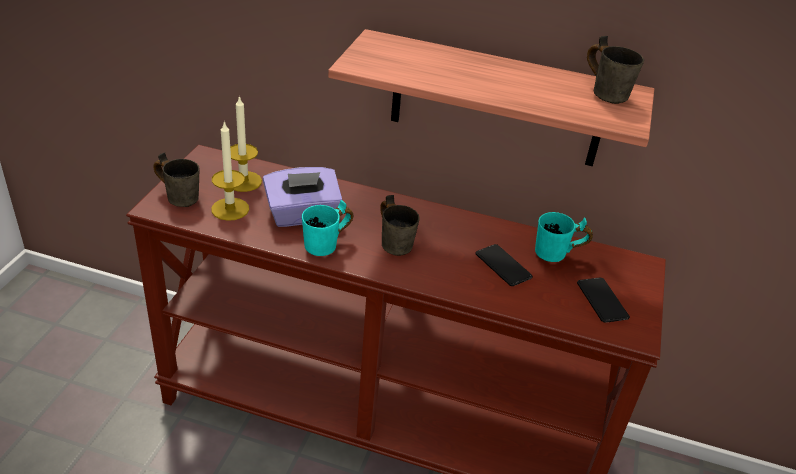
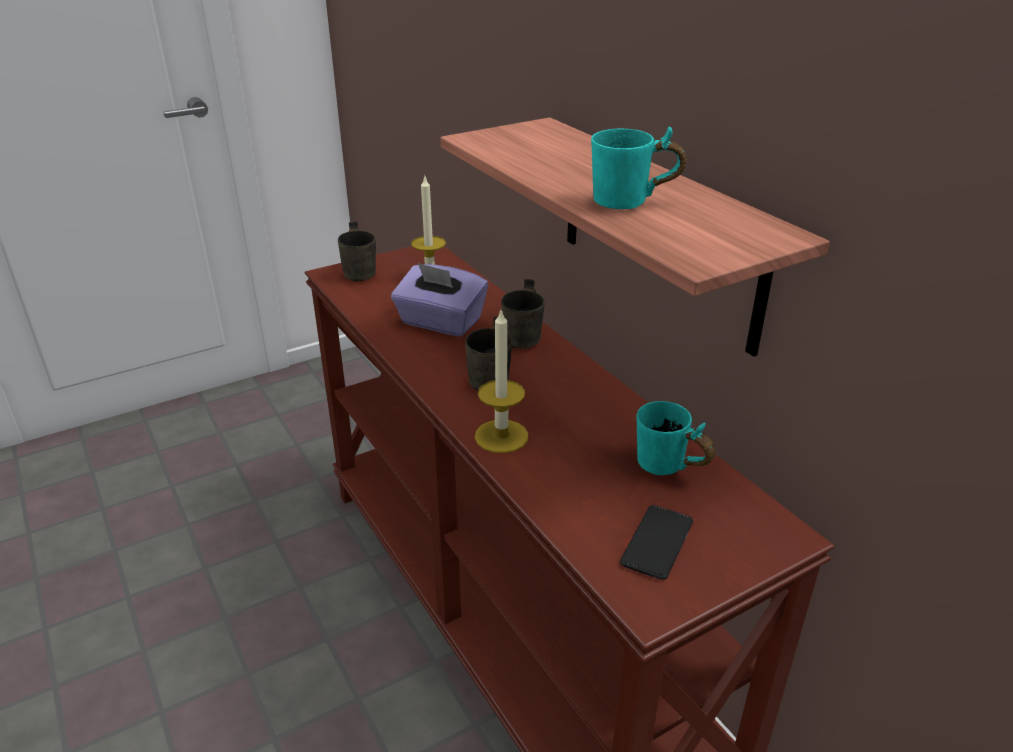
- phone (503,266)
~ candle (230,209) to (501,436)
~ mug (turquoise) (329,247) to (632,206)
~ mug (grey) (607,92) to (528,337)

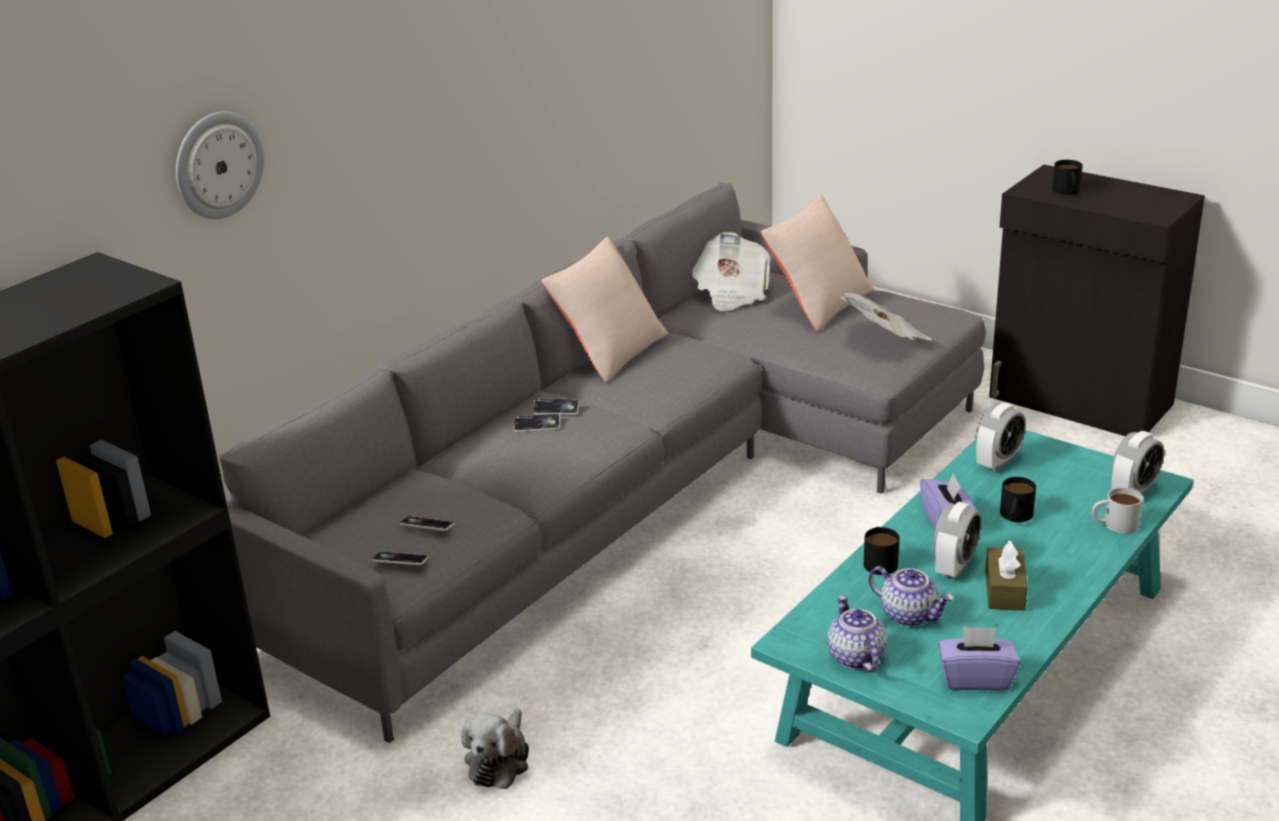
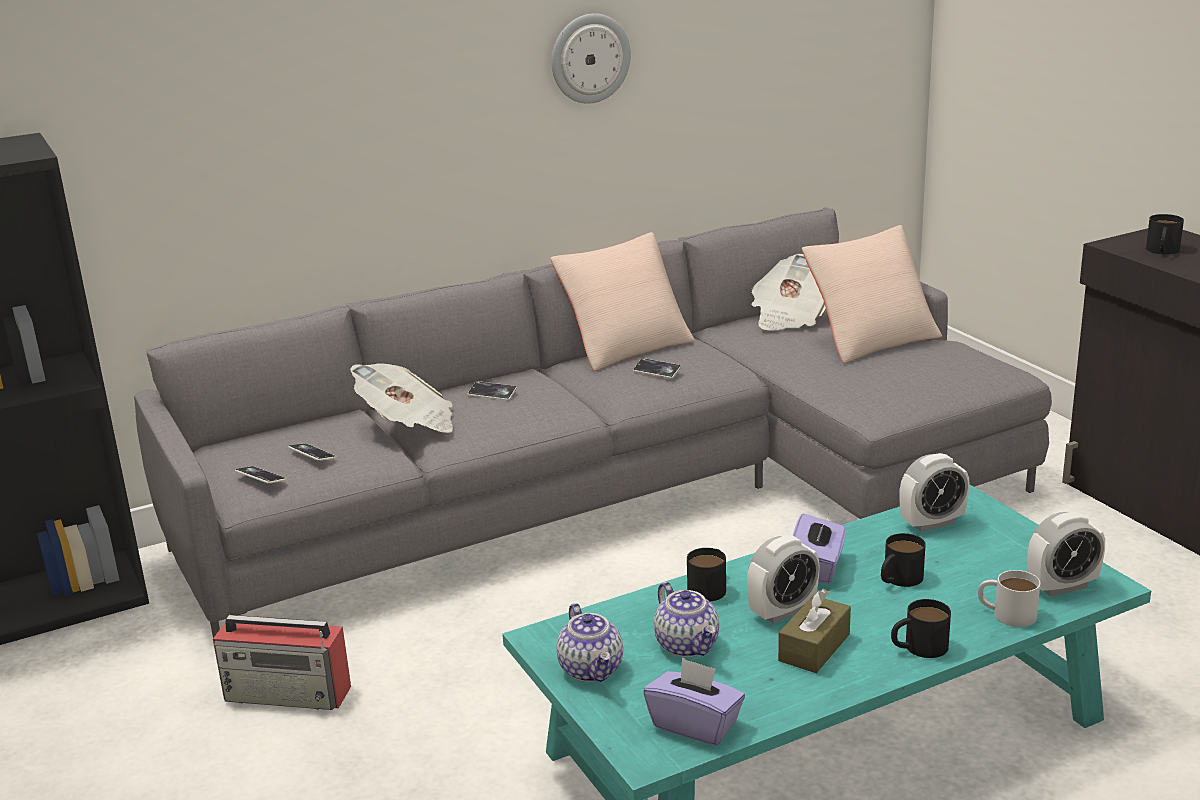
+ mug (black) (918,647)
~ wall clock (218,164) to (590,58)
~ phone (556,409) to (656,371)
~ newspaper (885,339) to (408,423)
~ plush toy (499,760) to radio (289,693)
~ teapot (855,657) = (592,669) 150 degrees clockwise

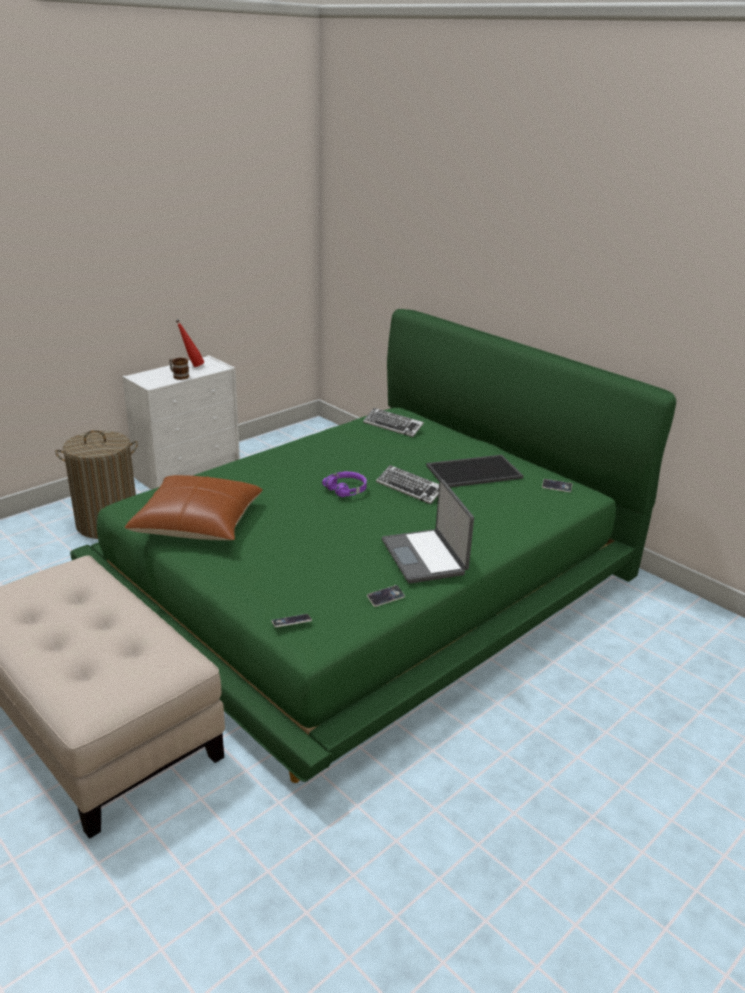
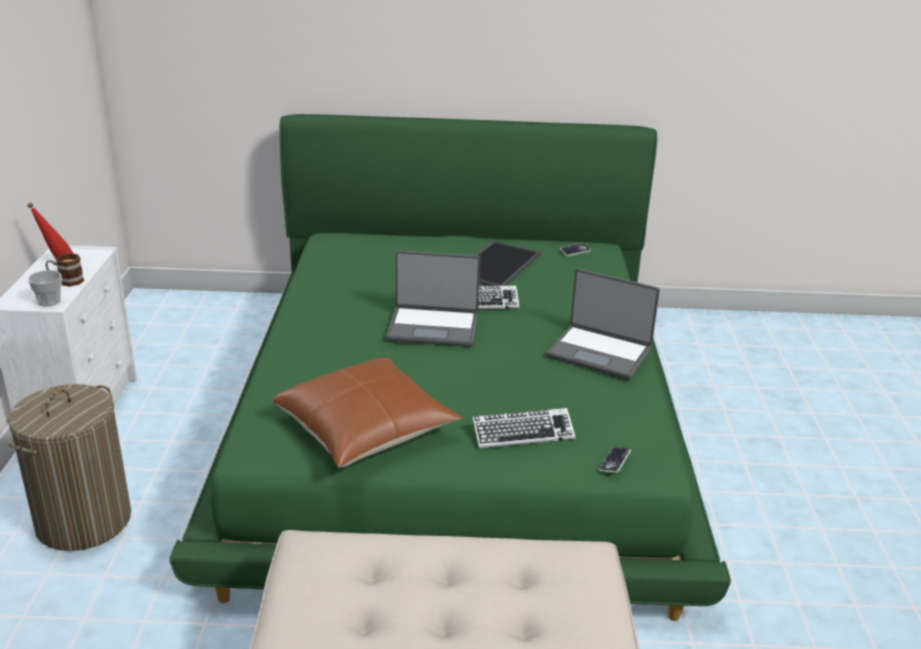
- phone (385,598)
+ cup (49,301)
~ keyboard (393,426) to (523,433)
~ headphones (purple) (346,489) to laptop (433,327)

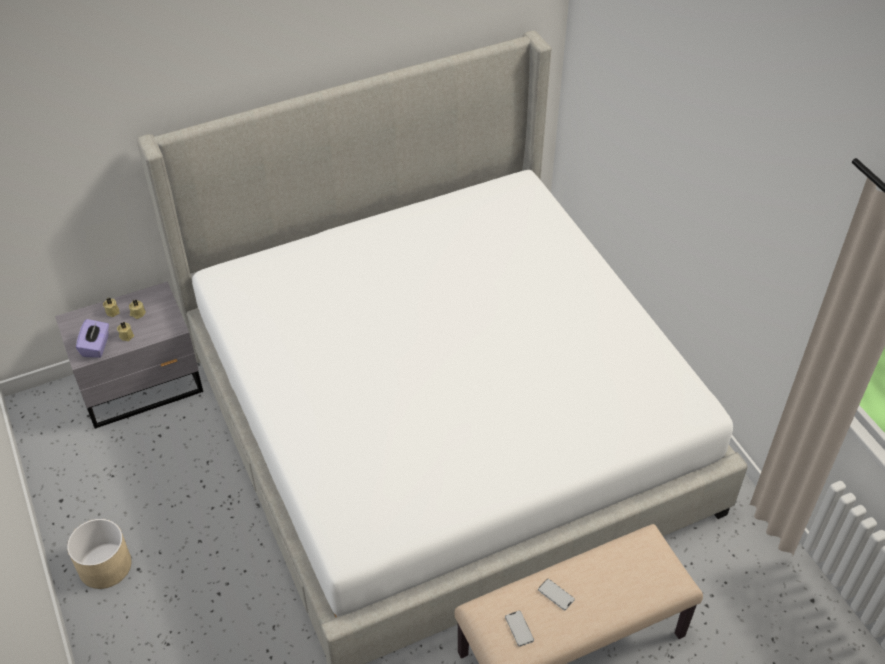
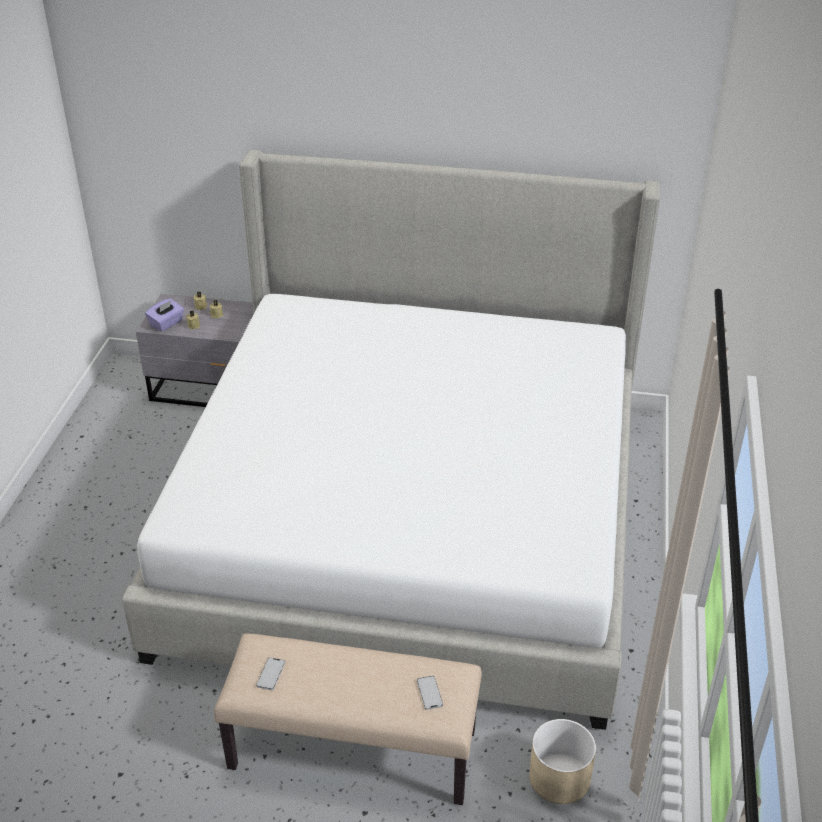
~ planter (beige) (105,566) to (560,778)
~ phone (556,595) to (429,693)

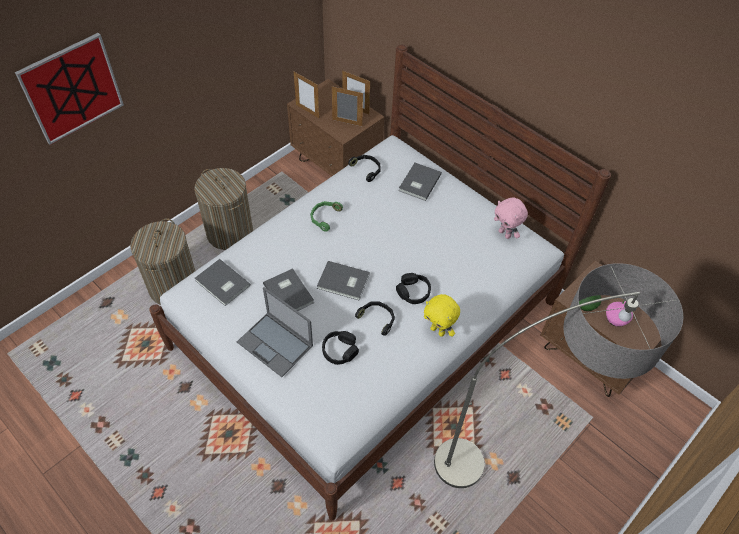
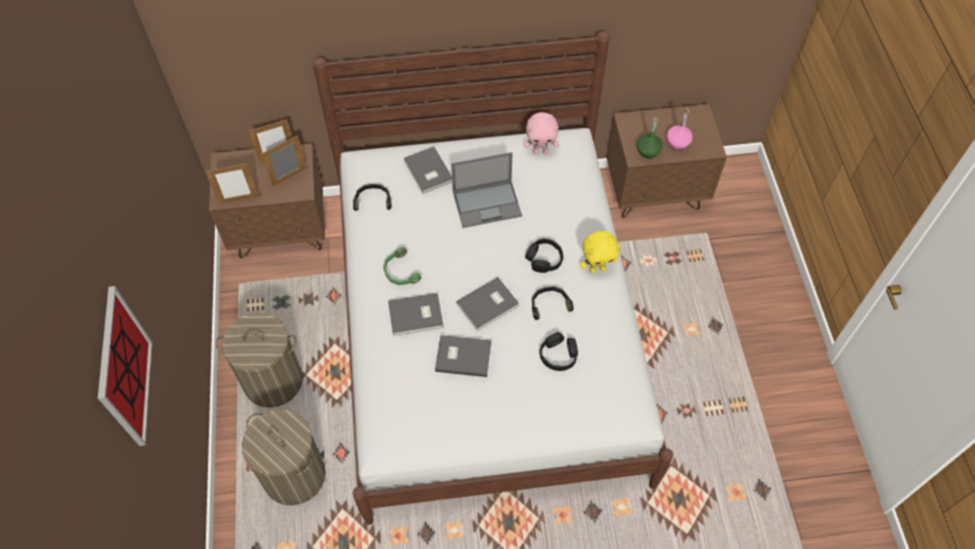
- floor lamp (516,454)
~ book (grey) (222,284) to (416,316)
~ laptop (276,344) to (488,203)

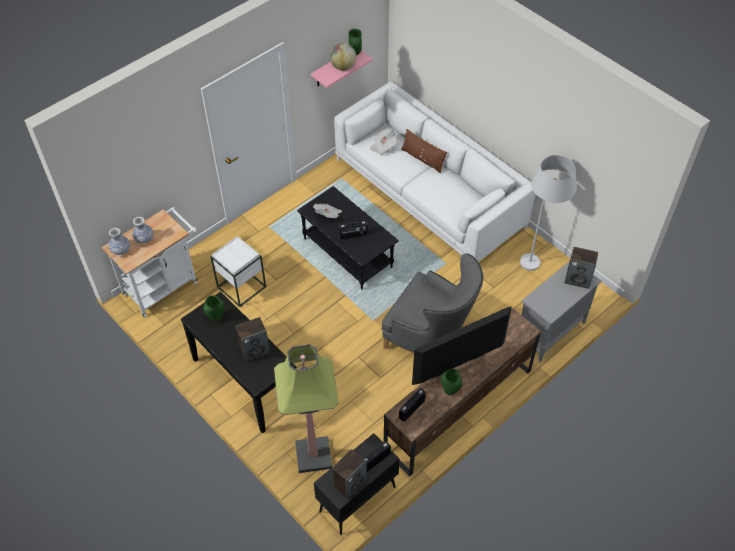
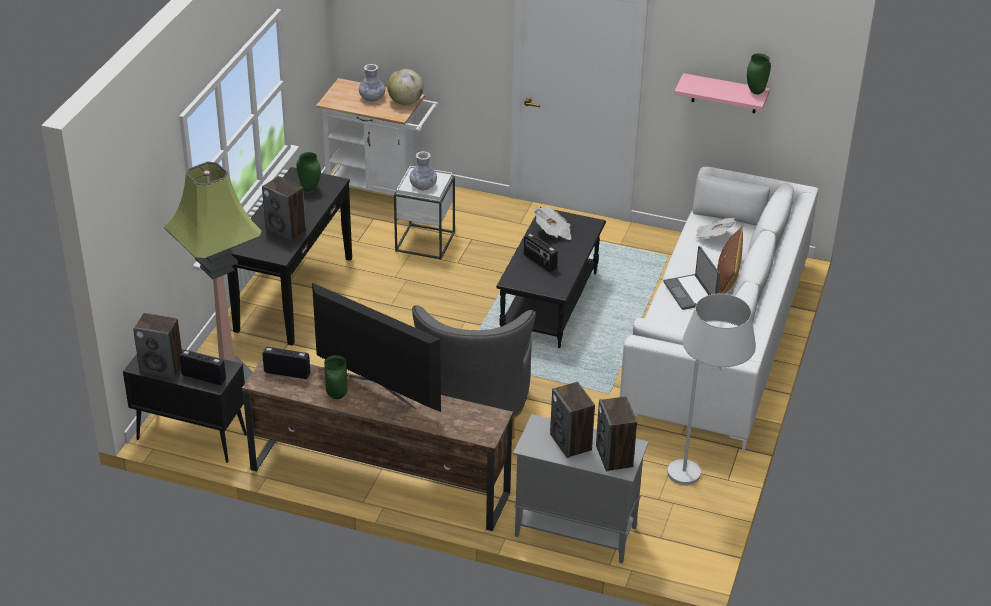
+ speaker (571,442)
+ laptop (690,292)
~ vase (120,250) to (423,186)
~ globe (343,67) to (405,102)

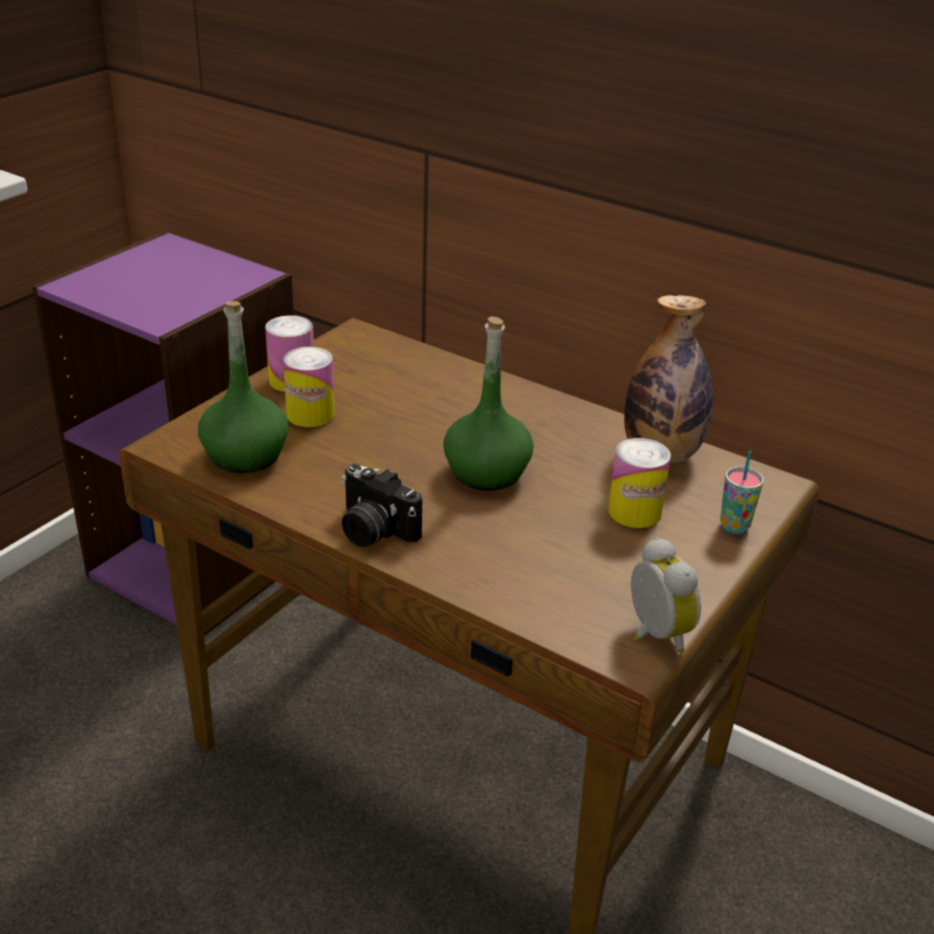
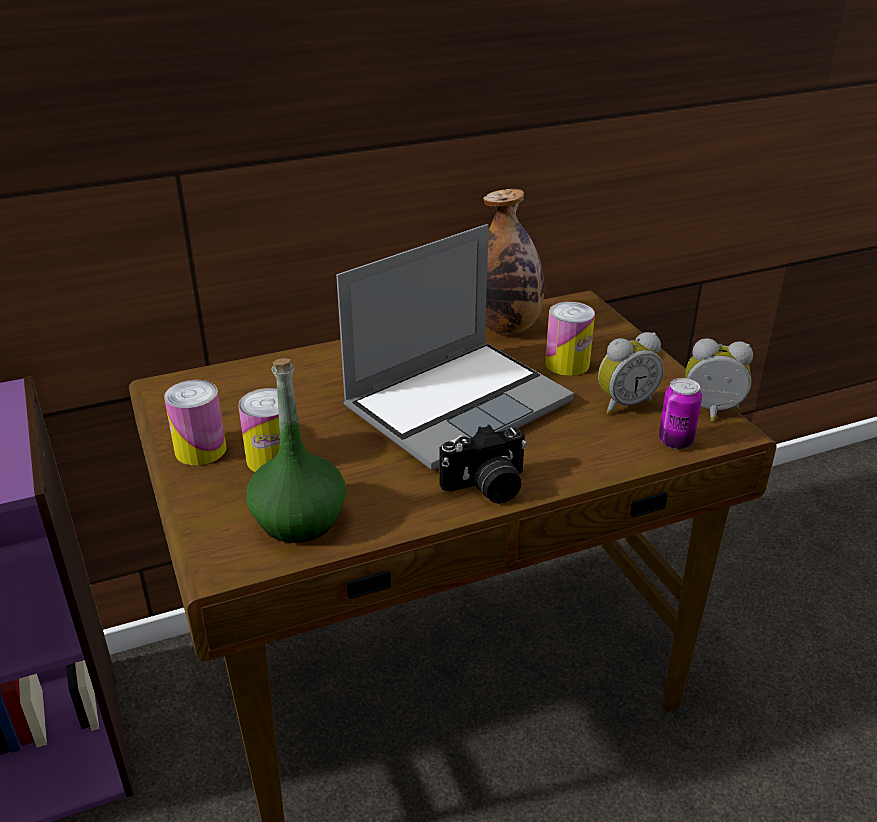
- cup (734,526)
+ alarm clock (624,403)
+ can (675,441)
~ bottle (green) (487,472) to laptop (458,404)

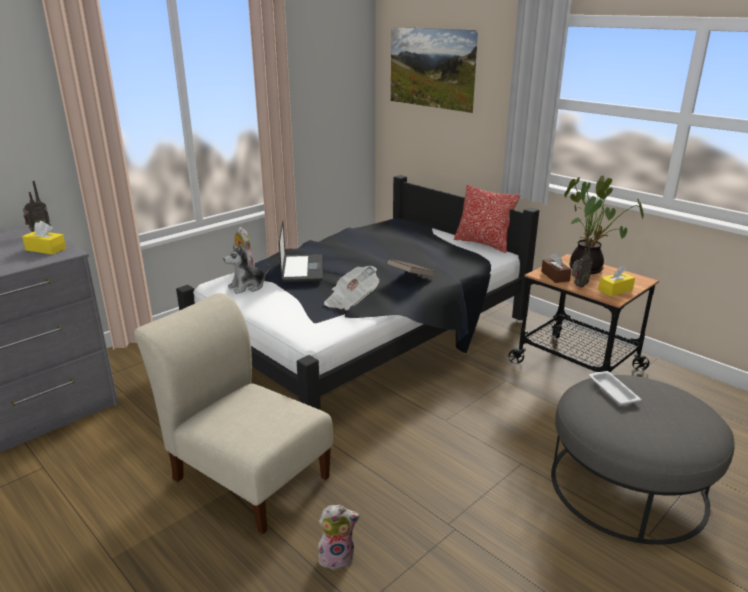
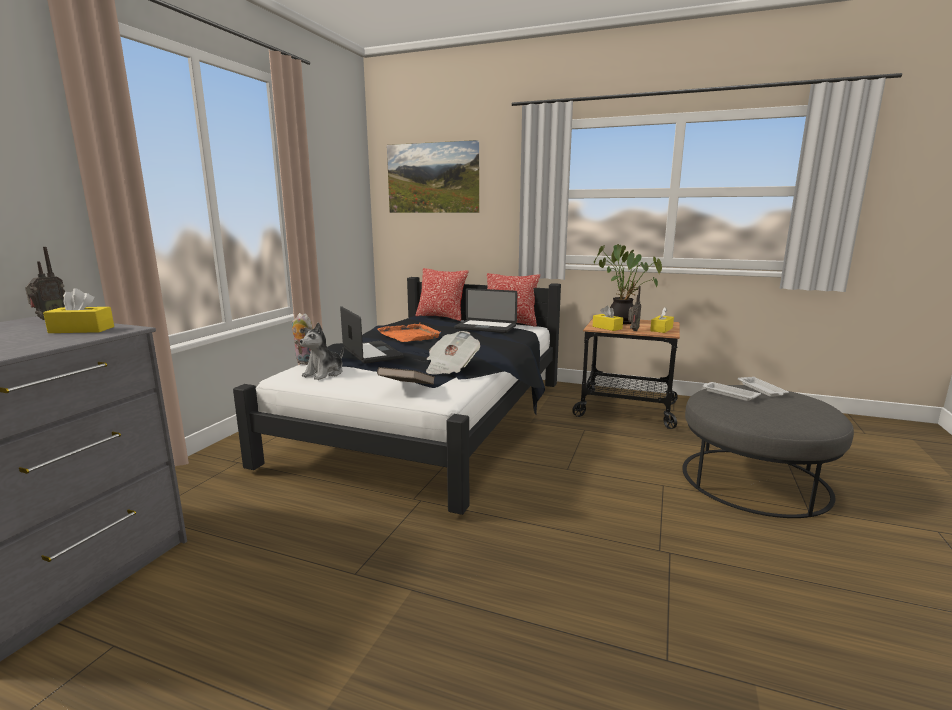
- chair (beige) (247,475)
- plush toy (337,557)
+ tray (orange) (410,335)
+ pillow (441,317)
+ laptop (485,327)
+ tray (white) (762,390)
~ book (brown) (410,278) to (407,389)
~ tissue box (brown) (555,276) to tissue box (yellow) (607,327)

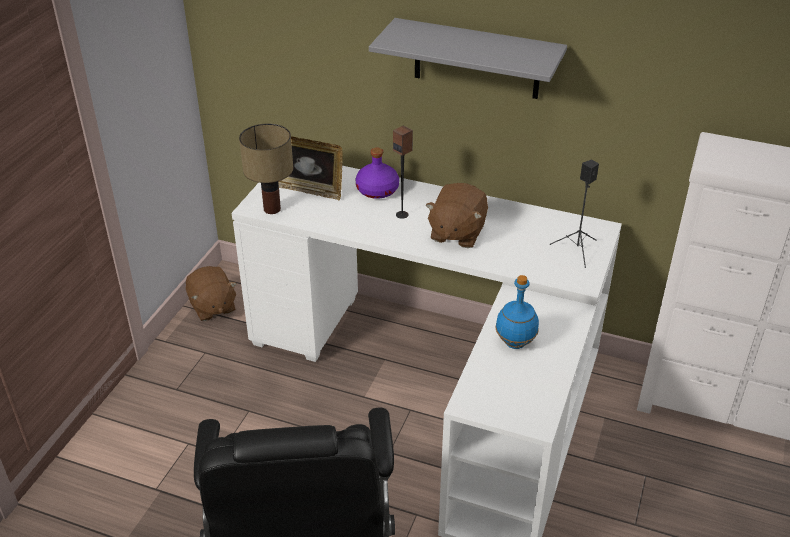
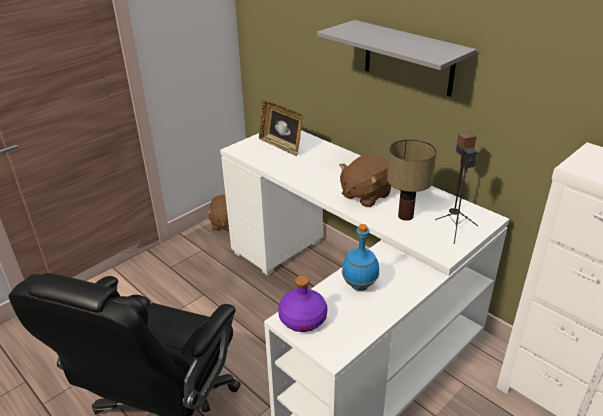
~ table lamp (271,209) to (405,215)
~ bottle (purple) (378,190) to (303,319)
~ speaker (402,214) to (454,211)

